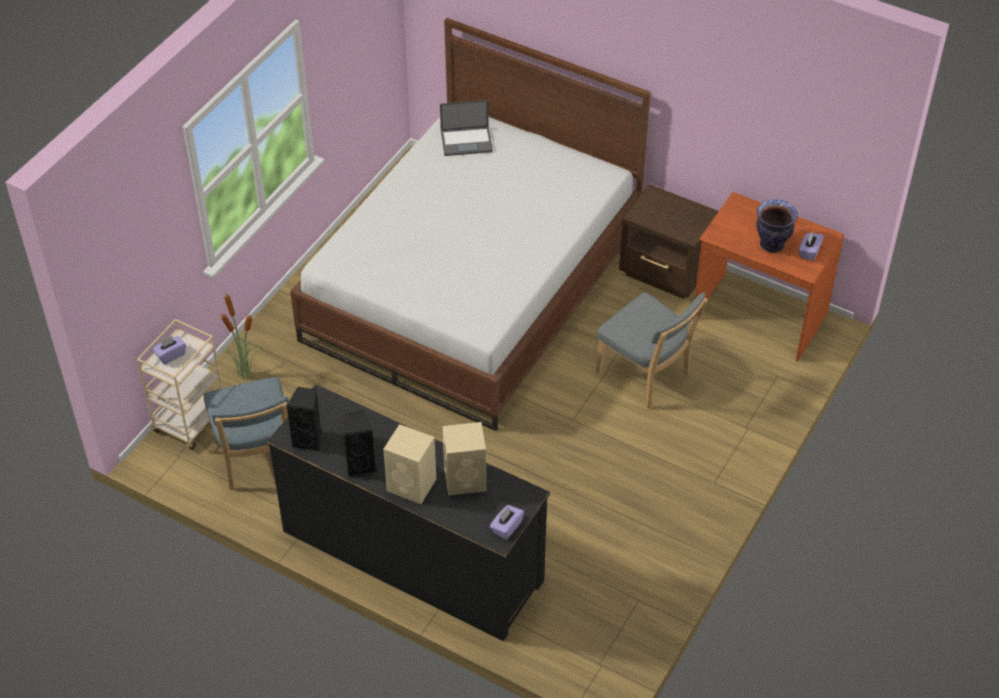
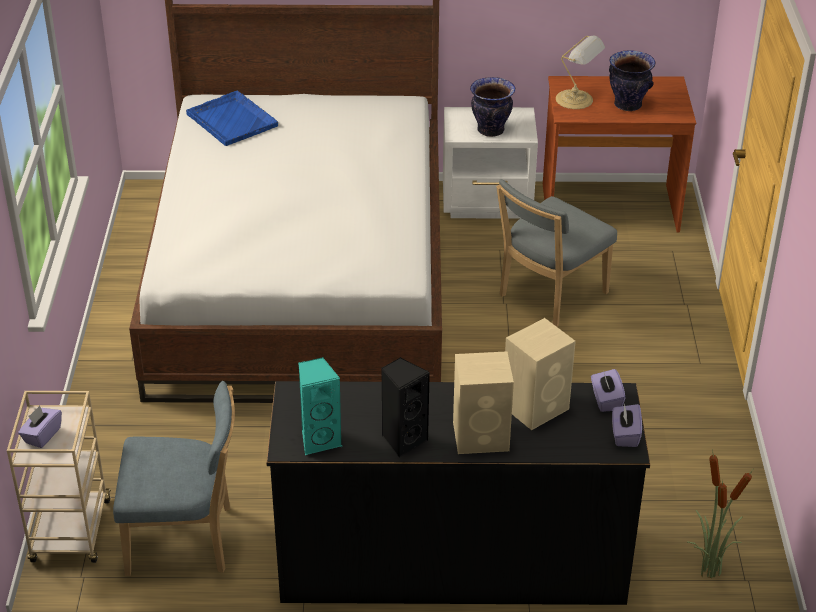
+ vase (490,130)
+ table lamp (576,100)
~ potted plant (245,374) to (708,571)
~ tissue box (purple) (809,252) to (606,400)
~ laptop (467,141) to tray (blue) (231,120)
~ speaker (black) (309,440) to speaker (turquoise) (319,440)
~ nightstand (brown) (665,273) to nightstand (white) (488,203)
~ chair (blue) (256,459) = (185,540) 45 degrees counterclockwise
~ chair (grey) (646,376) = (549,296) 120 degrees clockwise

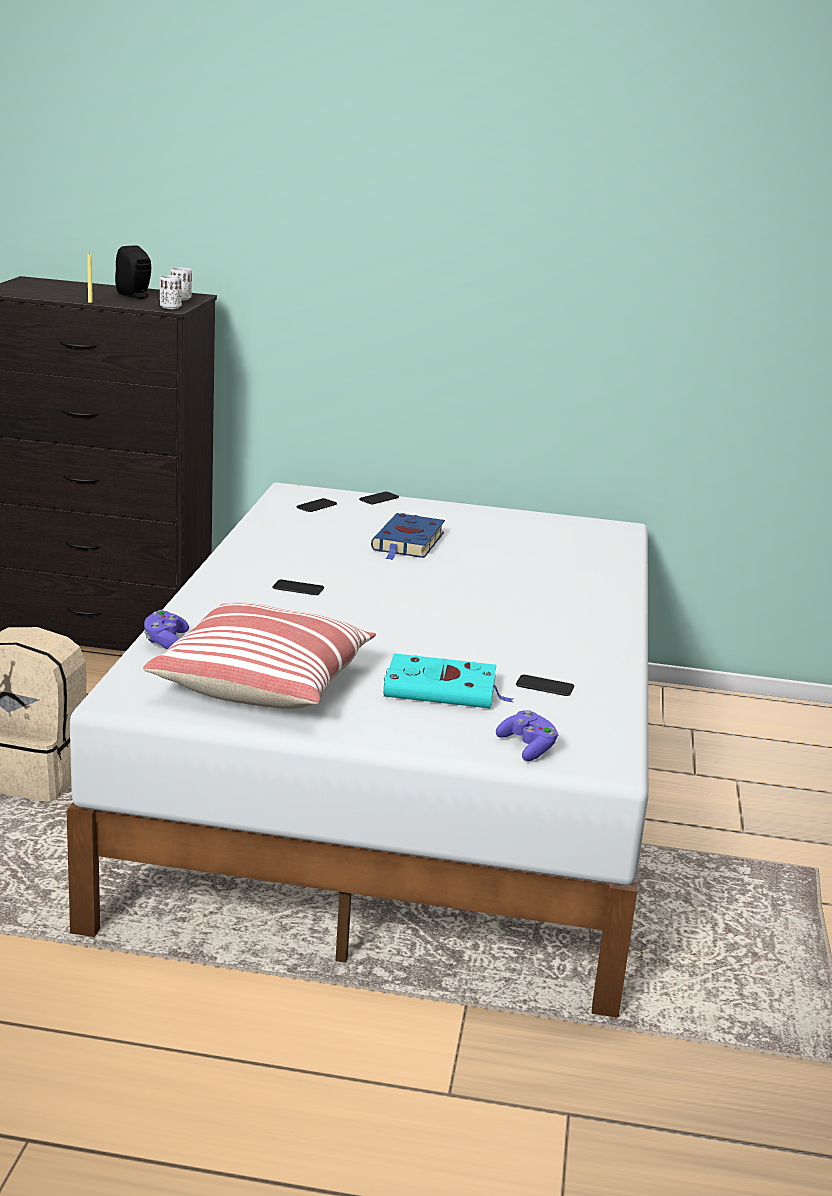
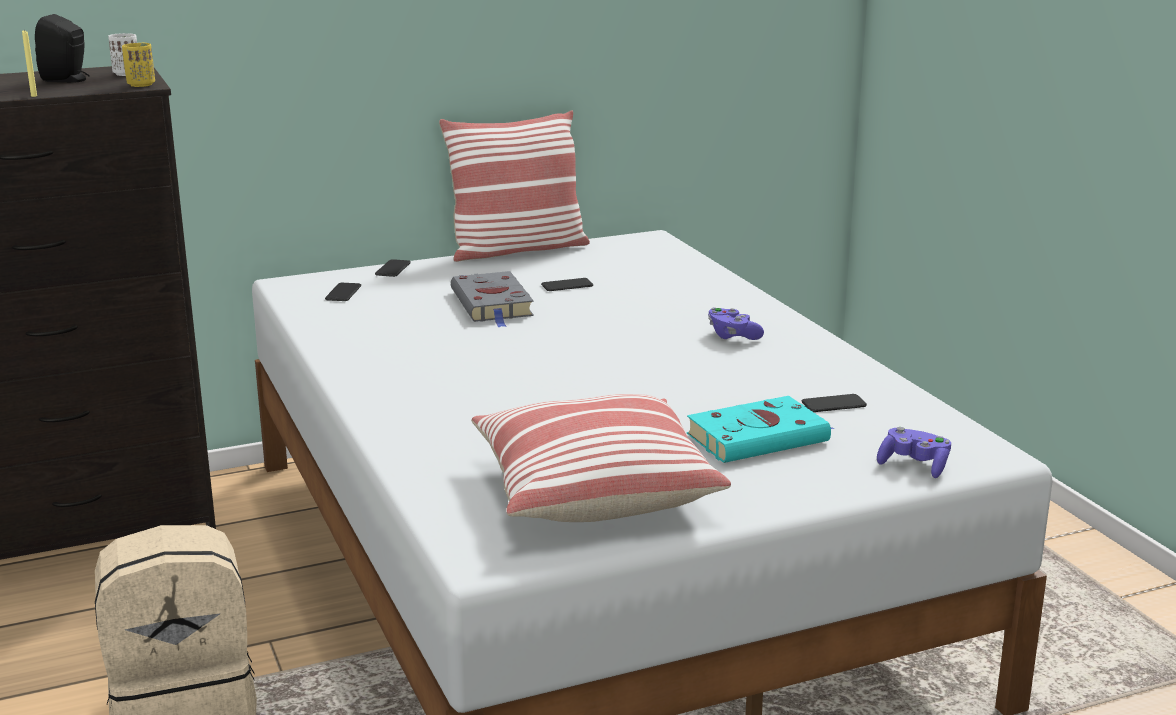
+ pillow (517,249)
~ game controller (purple) (165,642) to (732,336)
~ phone (298,588) to (567,285)
~ cup (white) (170,307) to cup (yellow) (141,85)
~ book (blue) (408,542) to book (grey) (493,305)

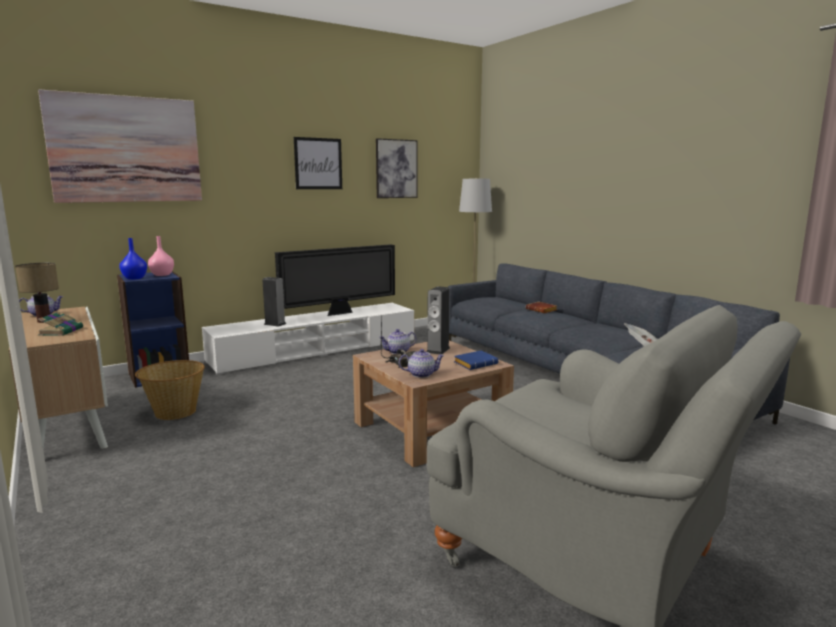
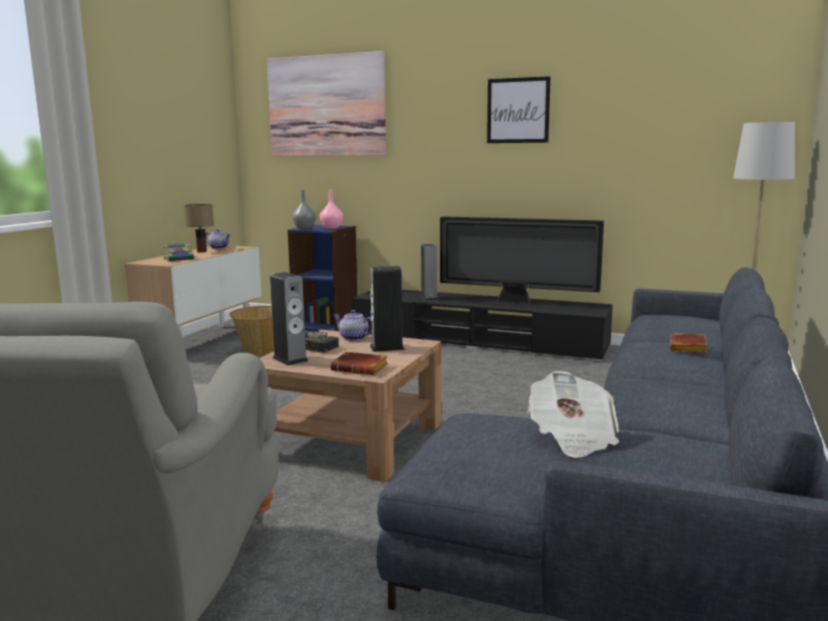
- picture (396,169)
~ teapot (421,374) to speaker (290,359)
~ vase (blue) (134,278) to vase (grey) (304,228)
~ tv stand (white) (316,351) to tv stand (black) (479,341)
~ book (blue) (476,363) to book (brown) (361,368)

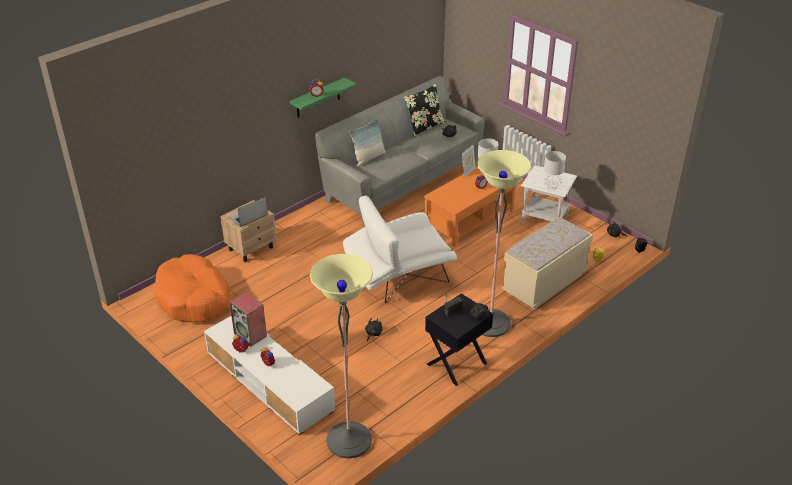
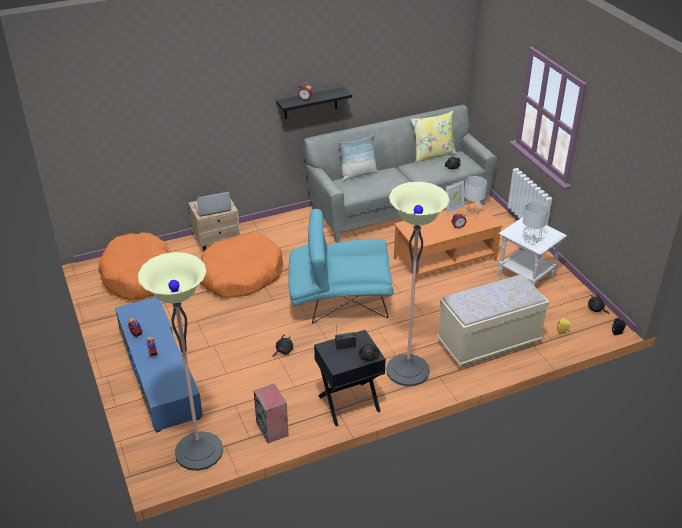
+ dog bed (orange) (240,275)
~ speaker (251,335) to (273,429)
~ tv stand (white) (269,381) to tv stand (blue) (159,372)
~ shelf (green) (318,98) to shelf (black) (310,103)
~ armchair (white) (398,277) to armchair (turquoise) (340,300)
~ pillow (black) (424,127) to pillow (yellow) (432,155)

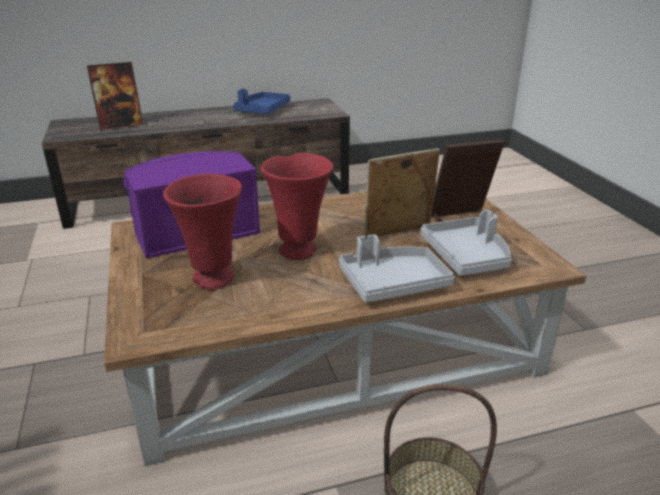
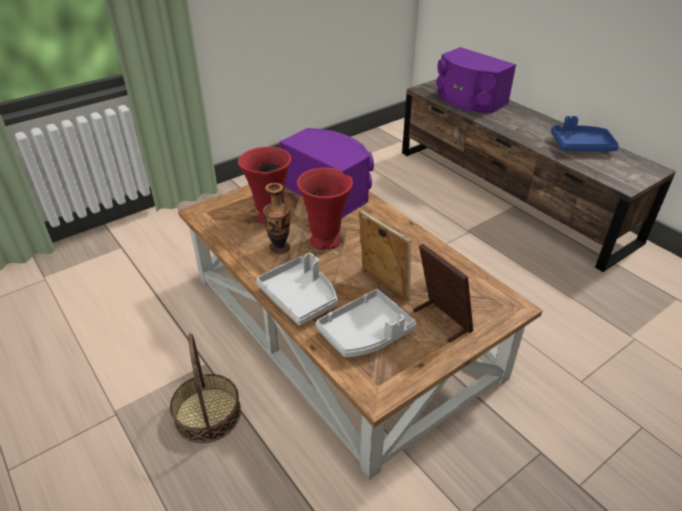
+ vase (279,248)
~ picture frame (121,125) to speaker (purple) (469,100)

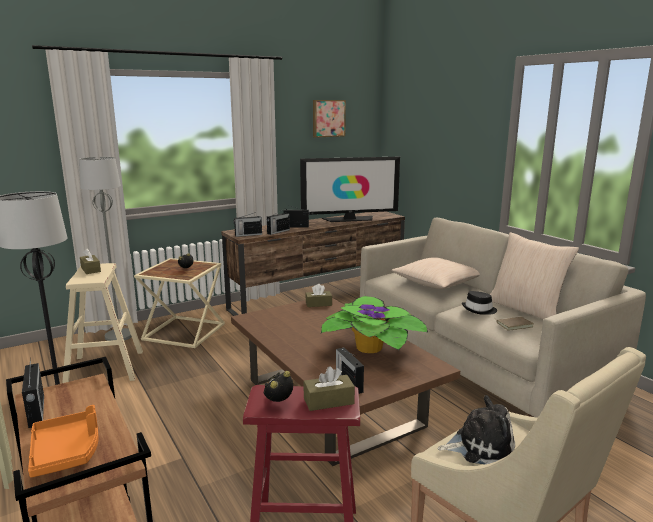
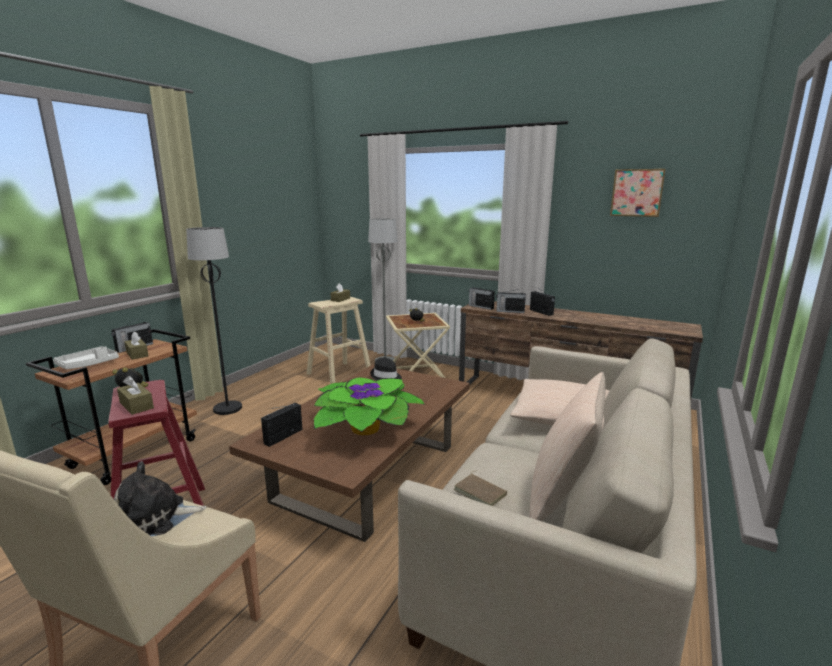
- television (349,219)
~ tissue box (brown) (318,304) to (137,354)
~ hat (black) (479,310) to (386,377)
~ tray (orange) (67,451) to tray (white) (88,364)
~ plush toy (480,446) = (155,518) 105 degrees clockwise

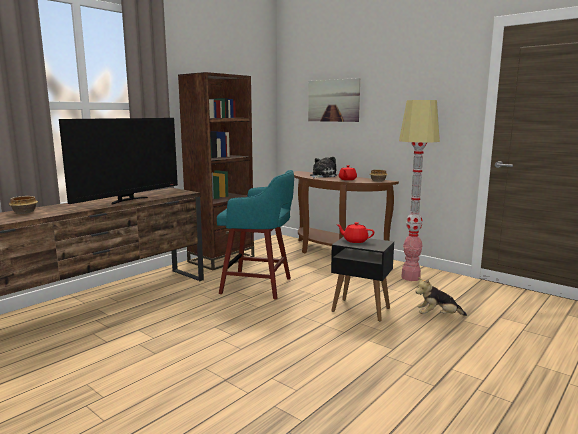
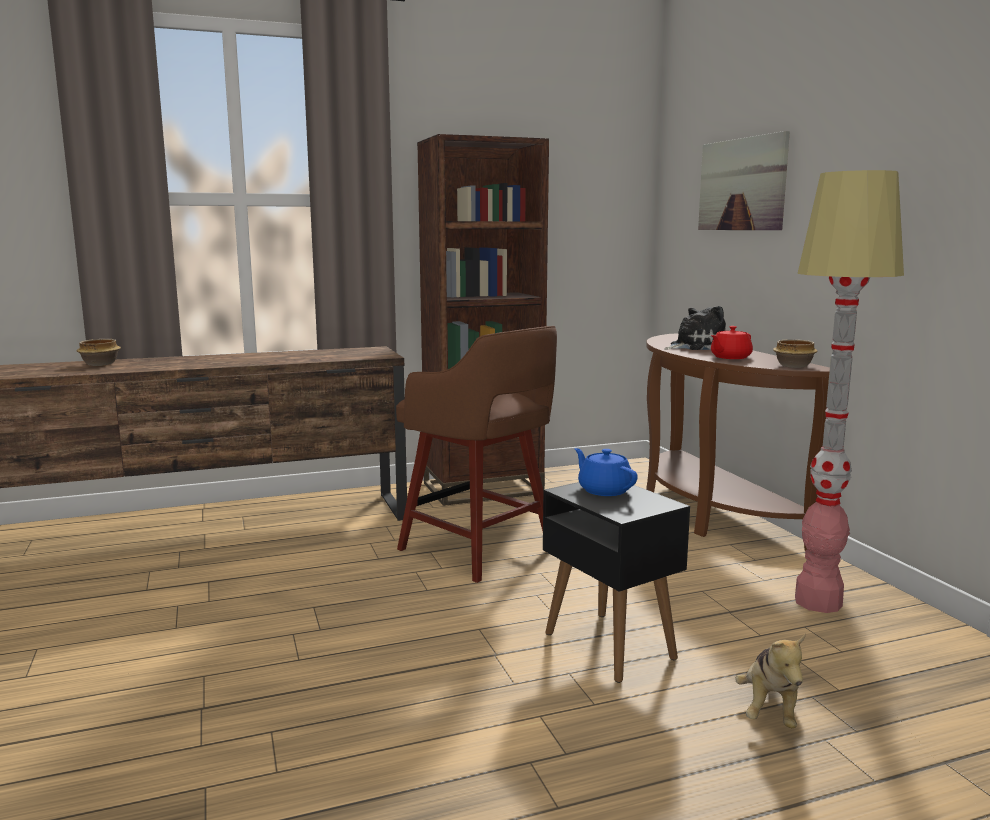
- television (127,200)
~ stool (turquoise) (258,286) to stool (brown) (480,550)
~ teapot (red) (355,241) to teapot (blue) (604,490)
~ plush toy (438,316) = (770,710) 105 degrees counterclockwise

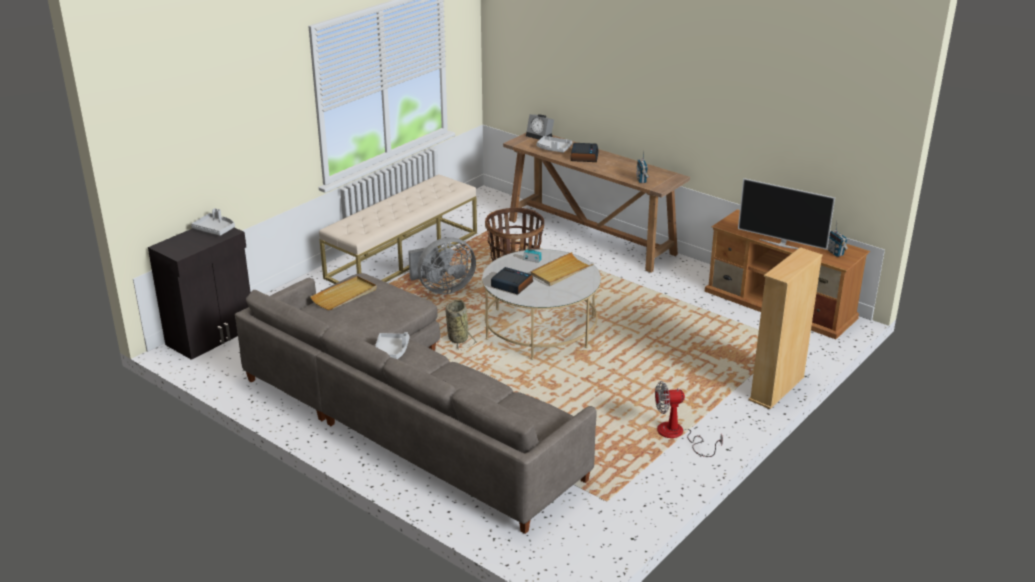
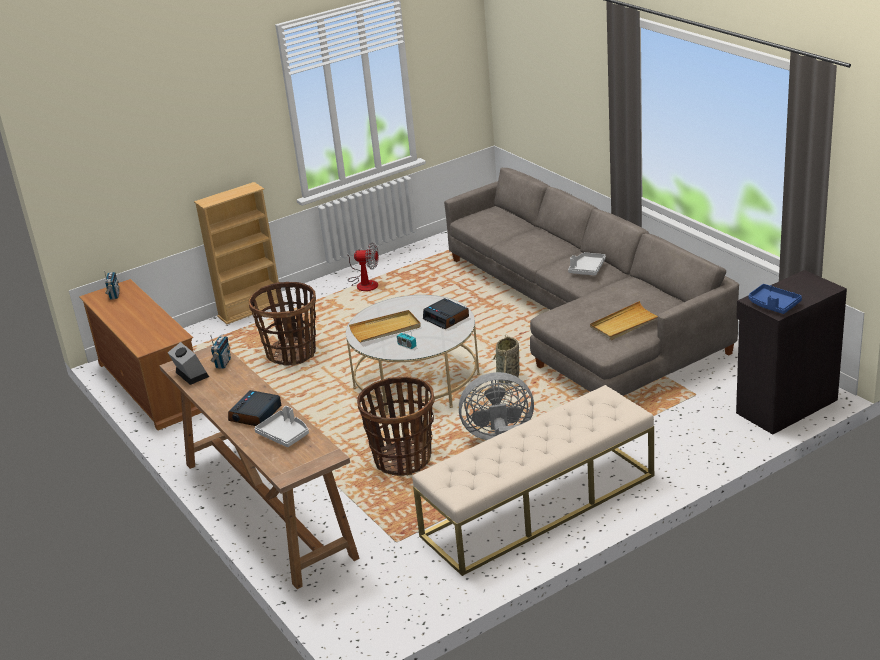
- television (782,244)
+ basket (292,353)
~ alarm clock (540,136) to (190,375)
~ tray (grey) (215,229) to tray (blue) (773,305)

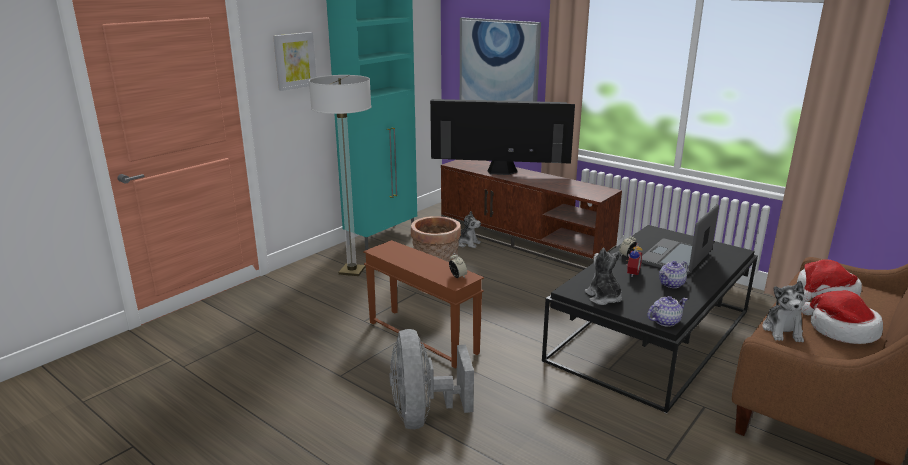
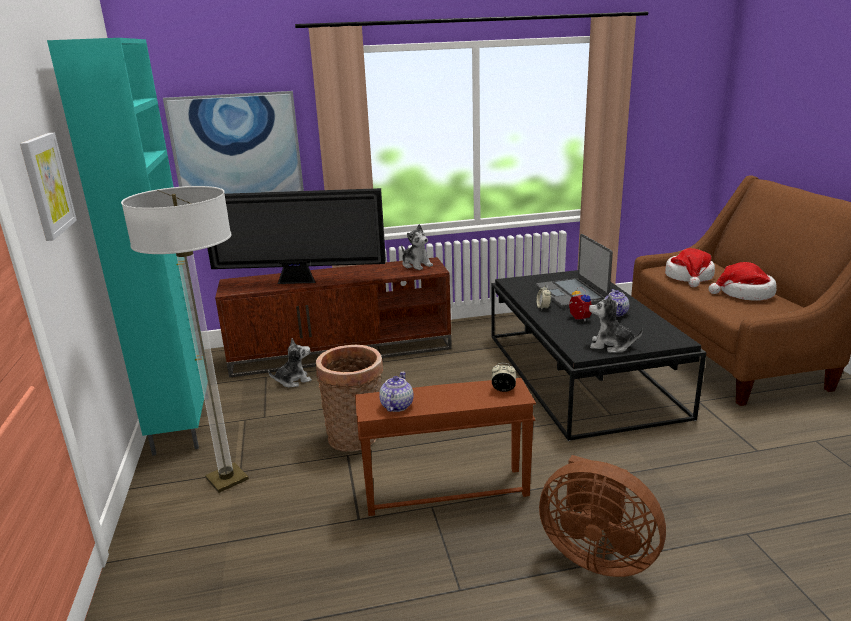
~ teapot (665,321) to (396,405)
~ plush toy (782,331) to (416,265)
~ fan (grey) (423,414) to fan (brown) (596,555)
~ television (500,172) = (300,281) 135 degrees counterclockwise

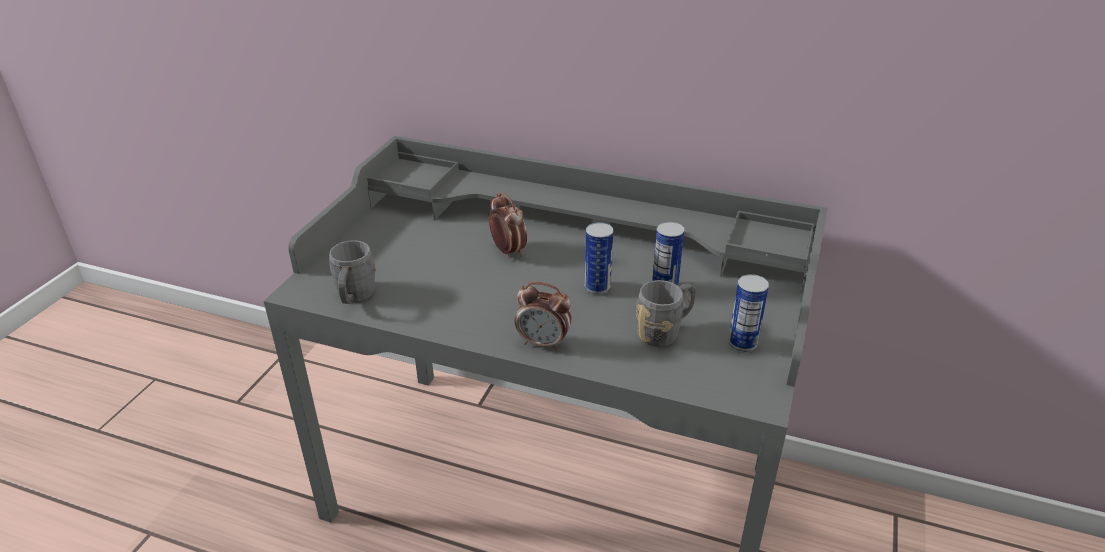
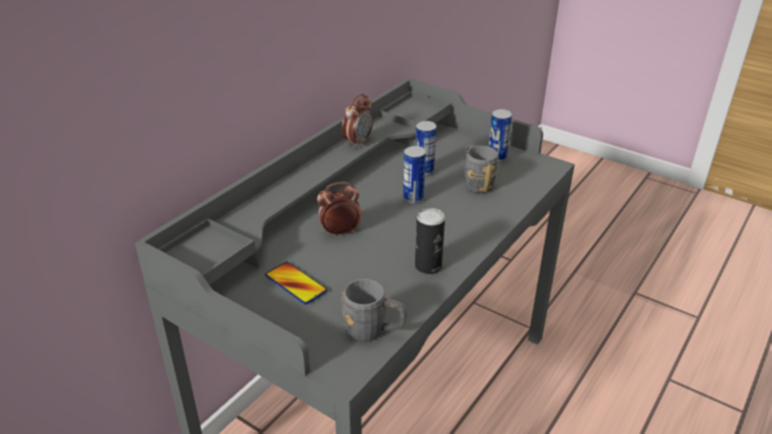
+ phone (295,284)
+ can (428,266)
~ alarm clock (543,343) to (358,142)

